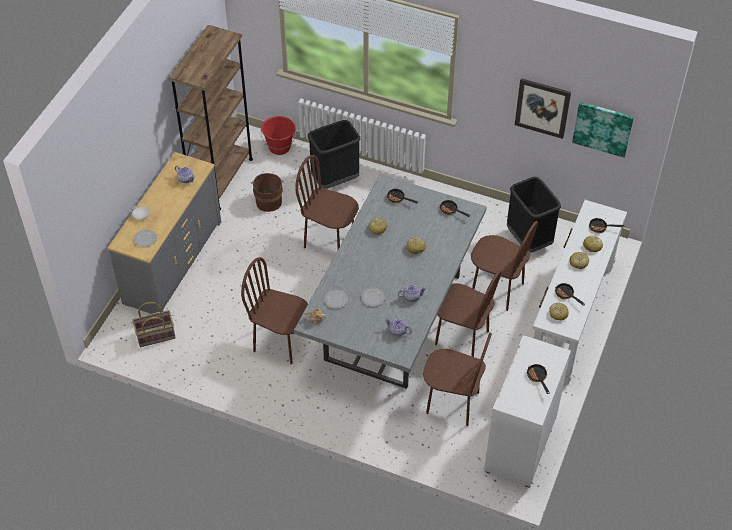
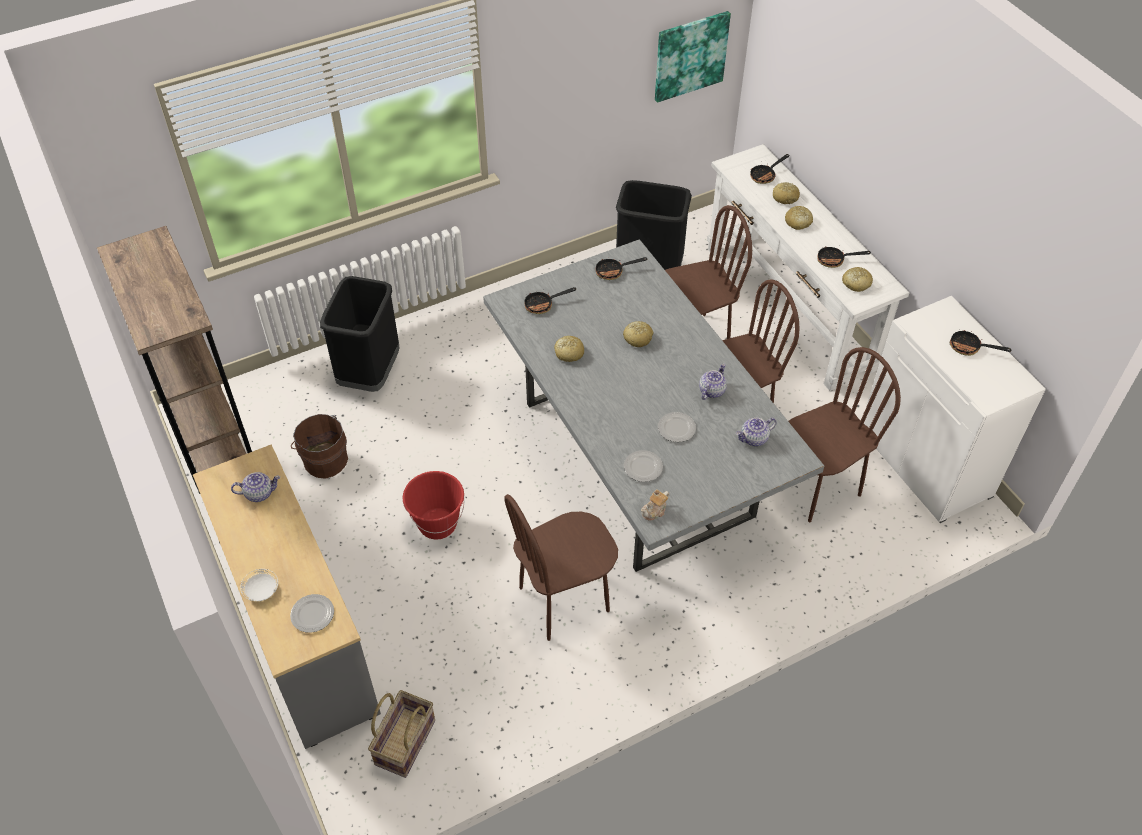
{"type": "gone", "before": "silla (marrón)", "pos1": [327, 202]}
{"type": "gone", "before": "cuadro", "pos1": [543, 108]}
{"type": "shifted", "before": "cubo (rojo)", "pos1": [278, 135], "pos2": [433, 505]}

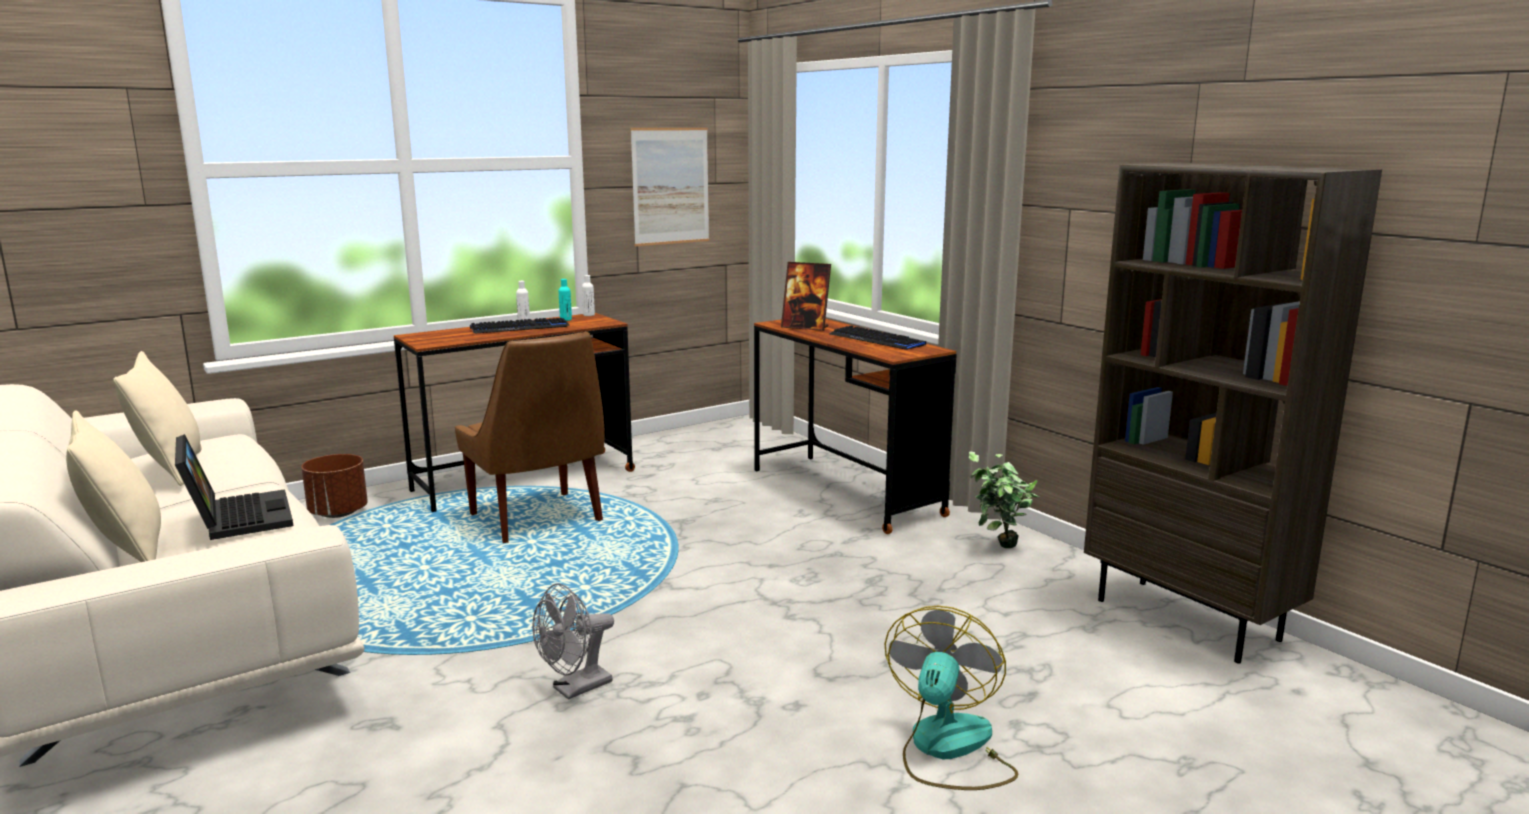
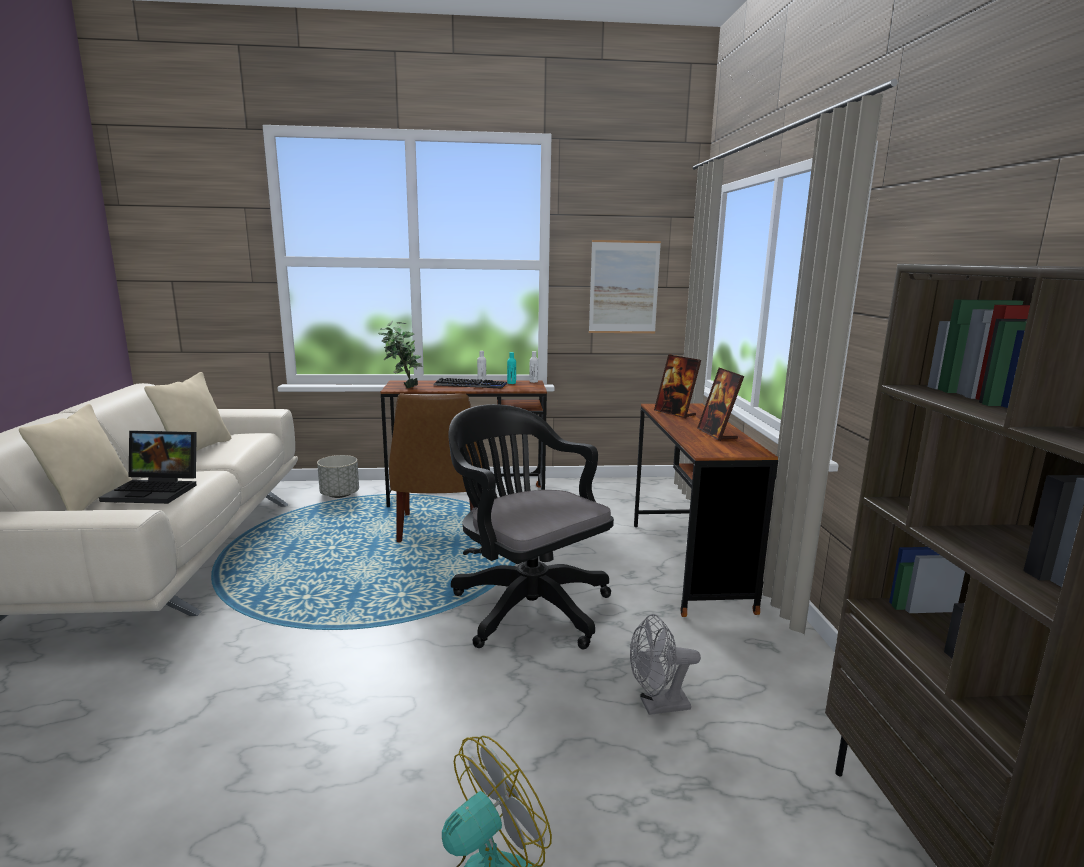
{"type": "new", "after": "silla de oficina (negro)", "pos2": [531, 527]}
{"type": "shifted", "before": "ventilador (gris)", "pos1": [573, 641], "pos2": [665, 664]}
{"type": "shifted", "before": "planta en maceta", "pos1": [1004, 499], "pos2": [400, 354]}
{"type": "swapped", "before": "teclado", "after": "portarretratos", "pos1": [877, 338], "pos2": [720, 404]}
{"type": "repainted", "before": "maceta (marrón)", "after": "maceta (gris)", "pos1": [334, 486], "pos2": [338, 476]}
{"type": "rotated", "before": "portátil", "pos1": [234, 487], "pos2": [148, 467], "turn": 90}

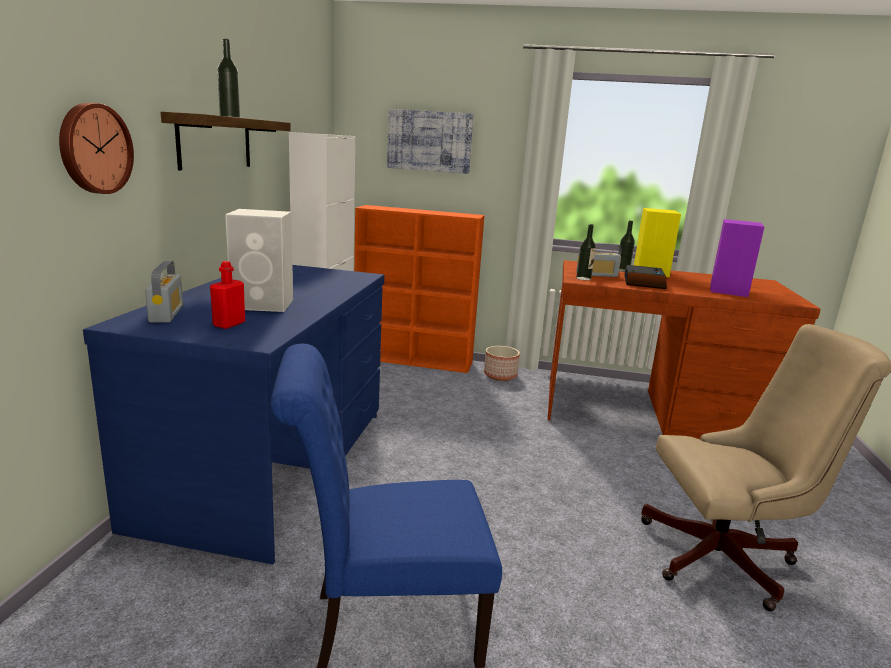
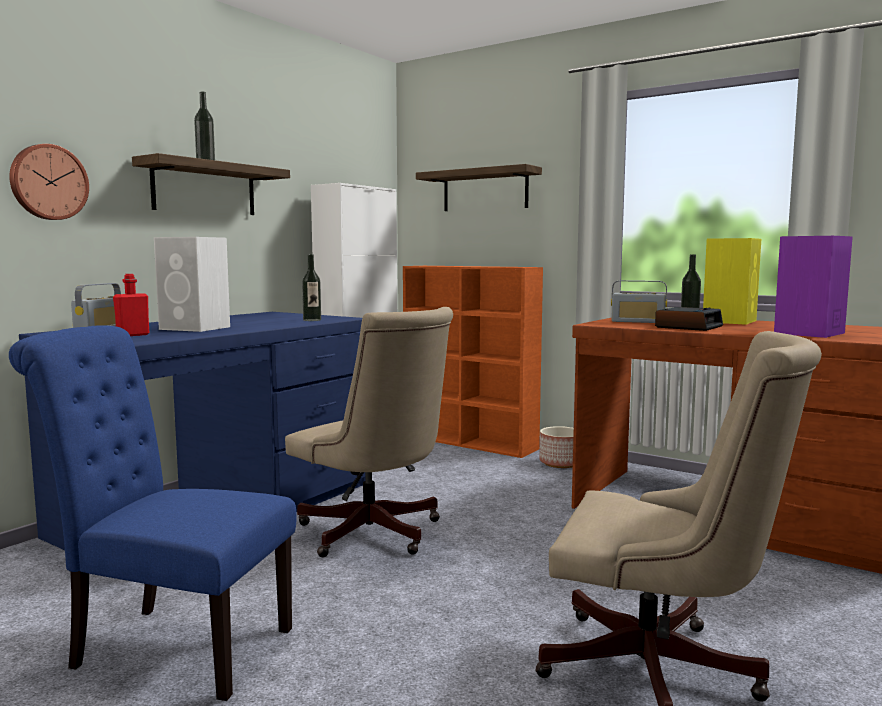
{"type": "new", "after": "silla de oficina (beis)", "pos2": [369, 432]}
{"type": "shifted", "before": "botella", "pos1": [586, 252], "pos2": [311, 287]}
{"type": "swapped", "before": "cuadro", "after": "estante", "pos1": [430, 141], "pos2": [479, 187]}

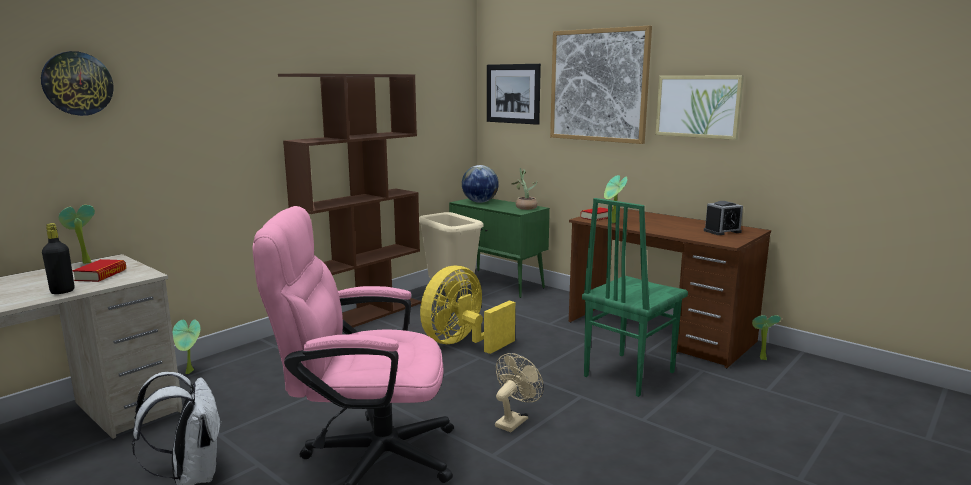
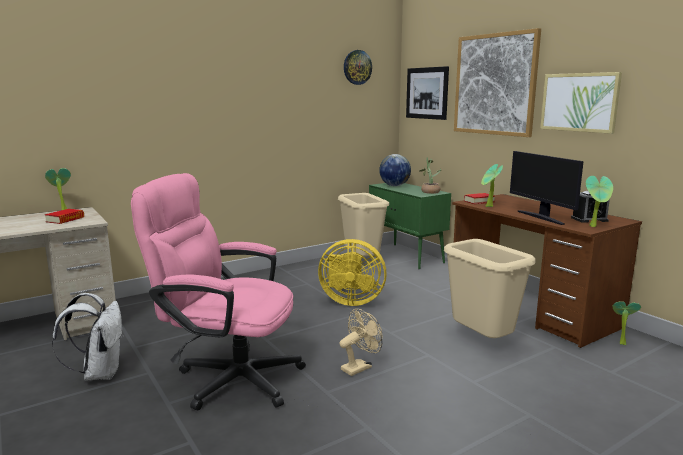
{"type": "gone", "before": "botella (negro)", "pos1": [58, 258]}
{"type": "gone", "before": "estantería (marrón)", "pos1": [349, 201]}
{"type": "new", "after": "monitor", "pos2": [547, 188]}
{"type": "shifted", "before": "reloj de pared", "pos1": [77, 83], "pos2": [358, 67]}
{"type": "shifted", "before": "planta en maceta", "pos1": [186, 346], "pos2": [599, 201]}
{"type": "swapped", "before": "silla (verde)", "after": "papelera (beis)", "pos1": [635, 297], "pos2": [490, 288]}
{"type": "rotated", "before": "ventilador (amarillo)", "pos1": [467, 310], "pos2": [352, 272], "turn": -135}

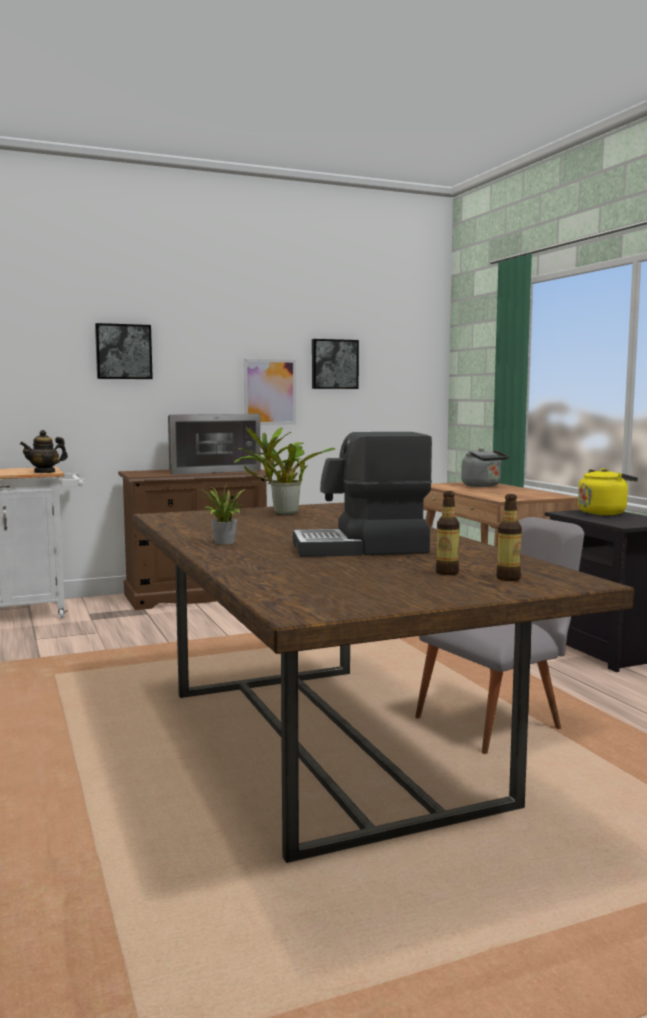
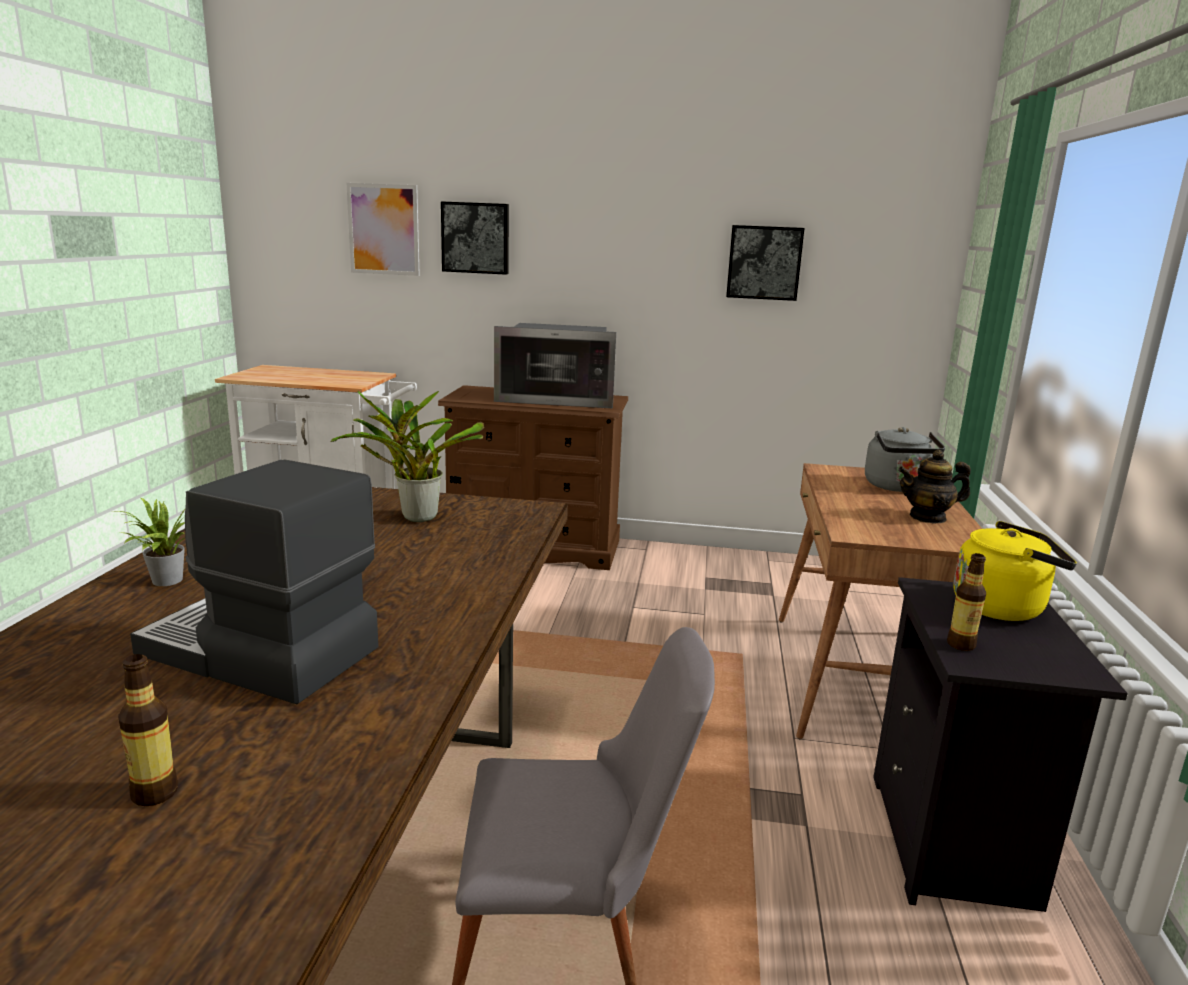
{"type": "shifted", "before": "tetera", "pos1": [44, 451], "pos2": [934, 486]}
{"type": "shifted", "before": "cuadro", "pos1": [270, 392], "pos2": [383, 229]}
{"type": "shifted", "before": "botella", "pos1": [509, 537], "pos2": [966, 602]}

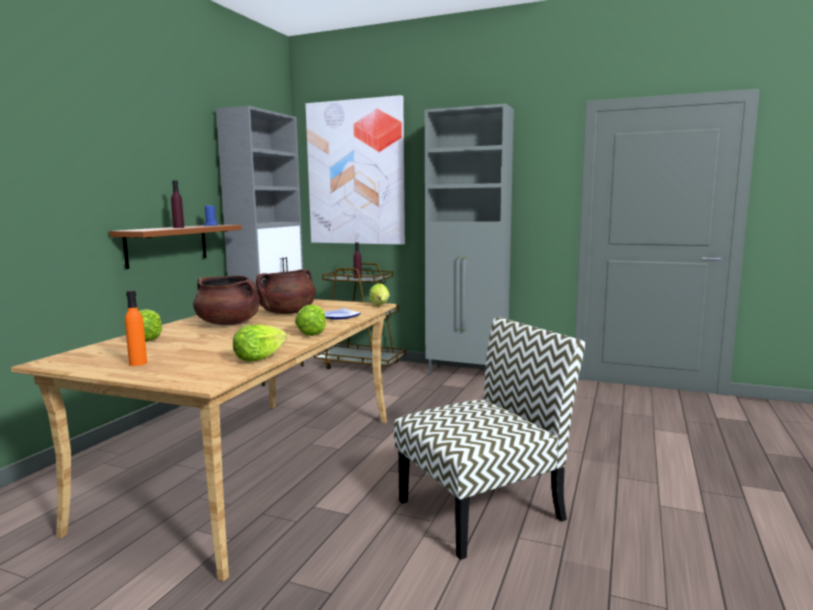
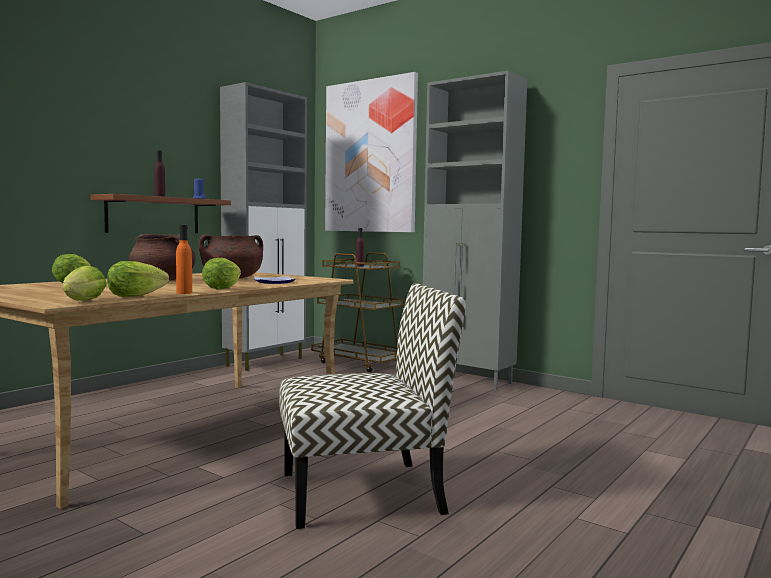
{"type": "shifted", "before": "botella (naranja)", "pos1": [136, 328], "pos2": [184, 259]}
{"type": "shifted", "before": "lechuga", "pos1": [379, 294], "pos2": [84, 283]}

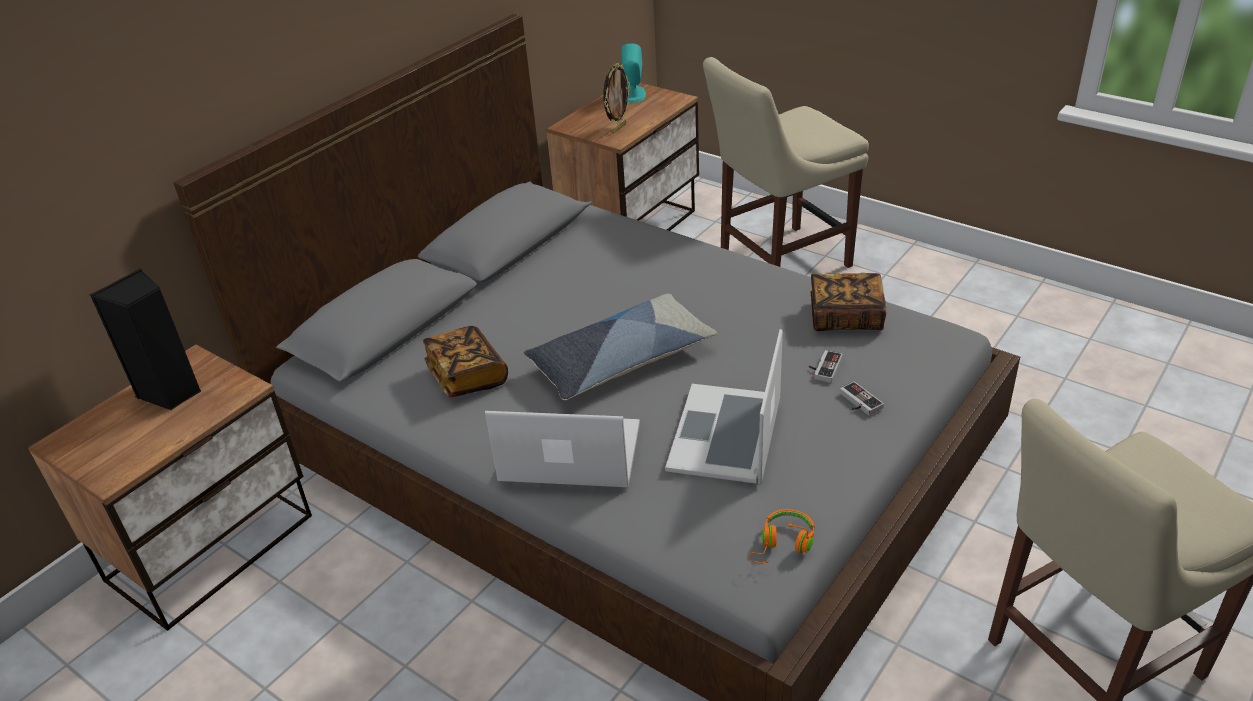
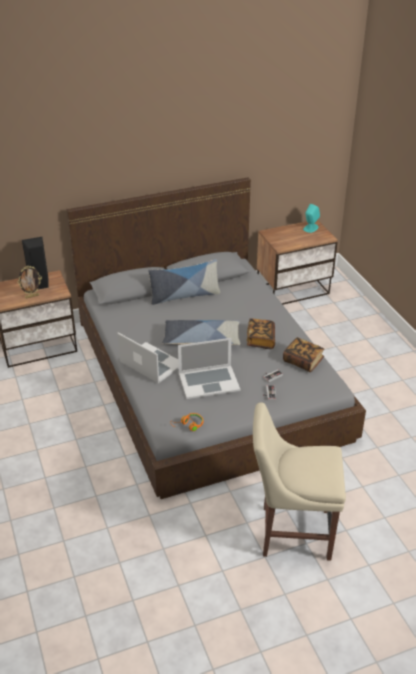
{"type": "gone", "before": "silla (beis)", "pos1": [786, 162]}
{"type": "new", "after": "cojín", "pos2": [184, 282]}
{"type": "shifted", "before": "libro", "pos1": [465, 361], "pos2": [261, 333]}
{"type": "shifted", "before": "portarretratos", "pos1": [617, 98], "pos2": [30, 282]}
{"type": "rotated", "before": "portátil", "pos1": [724, 406], "pos2": [209, 368], "turn": -150}

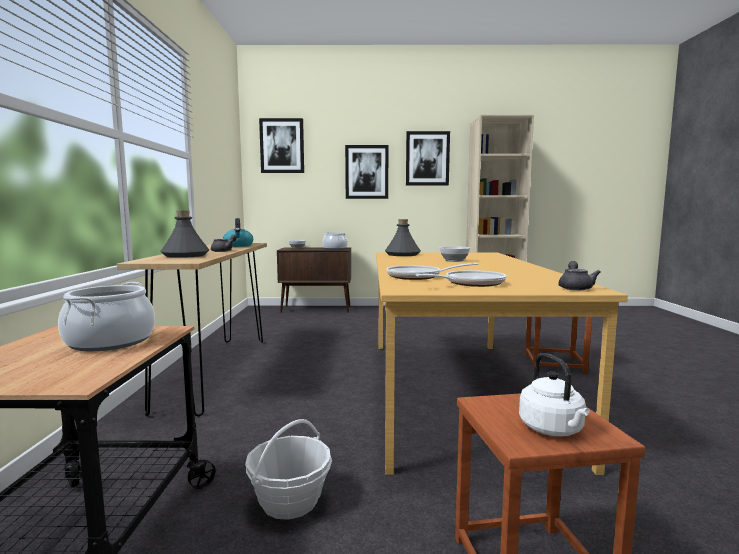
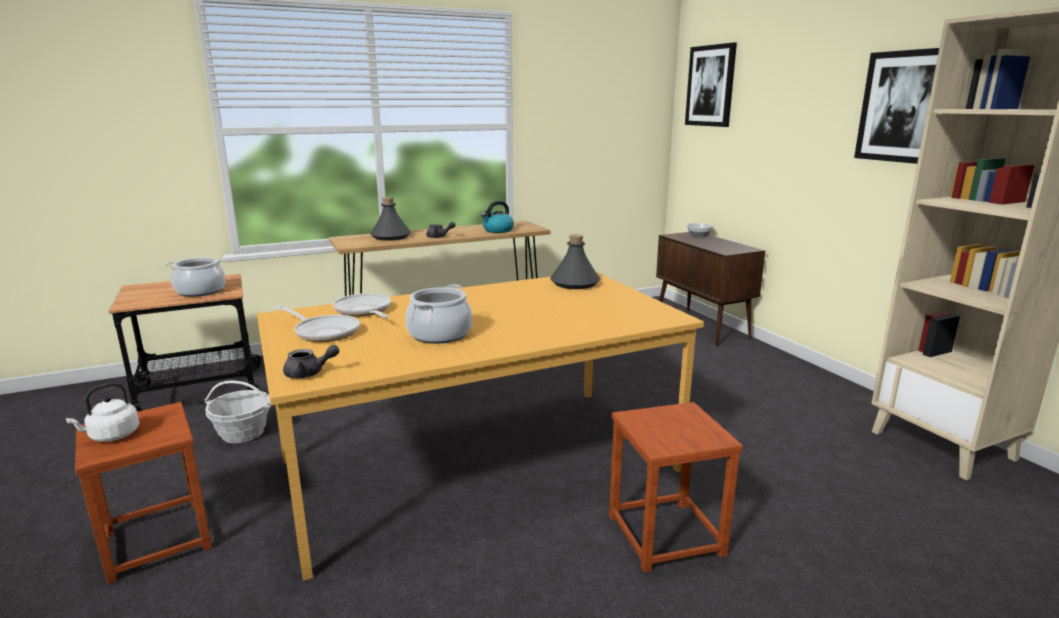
{"type": "gone", "before": "cuadro", "pos1": [367, 172]}
{"type": "gone", "before": "cuenco", "pos1": [455, 254]}
{"type": "shifted", "before": "olla", "pos1": [335, 241], "pos2": [438, 314]}

